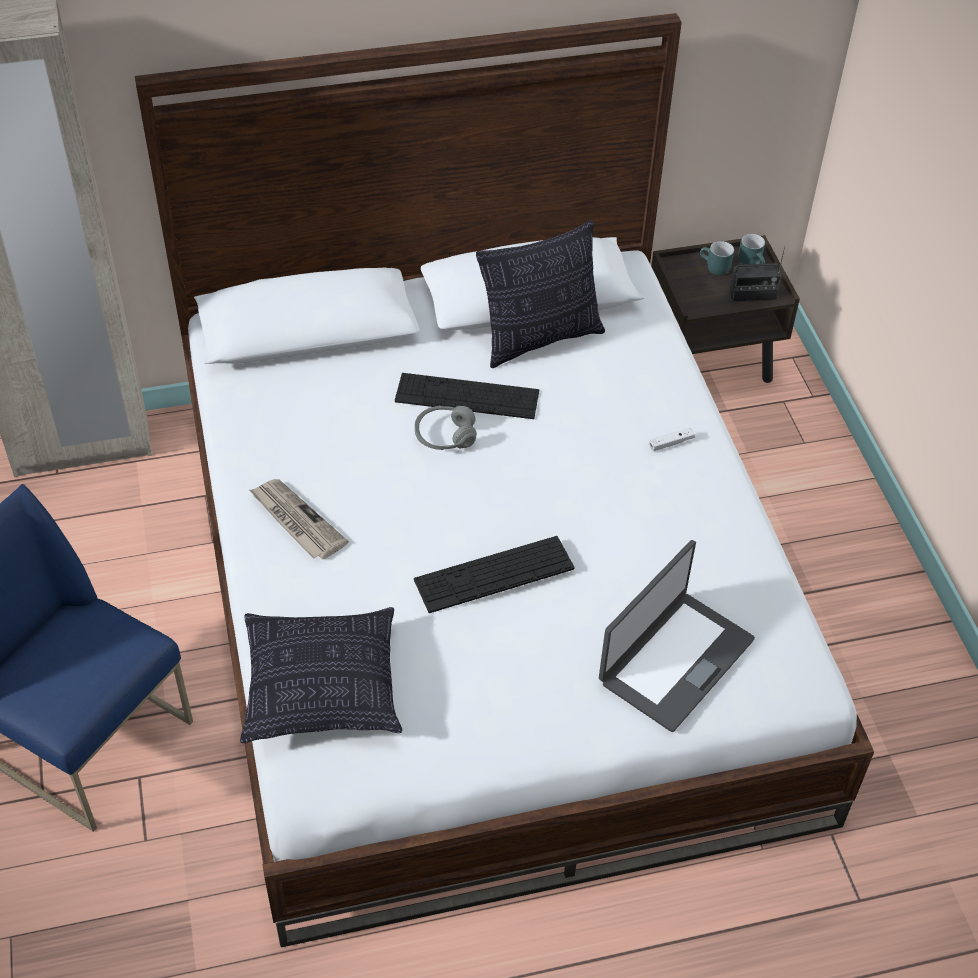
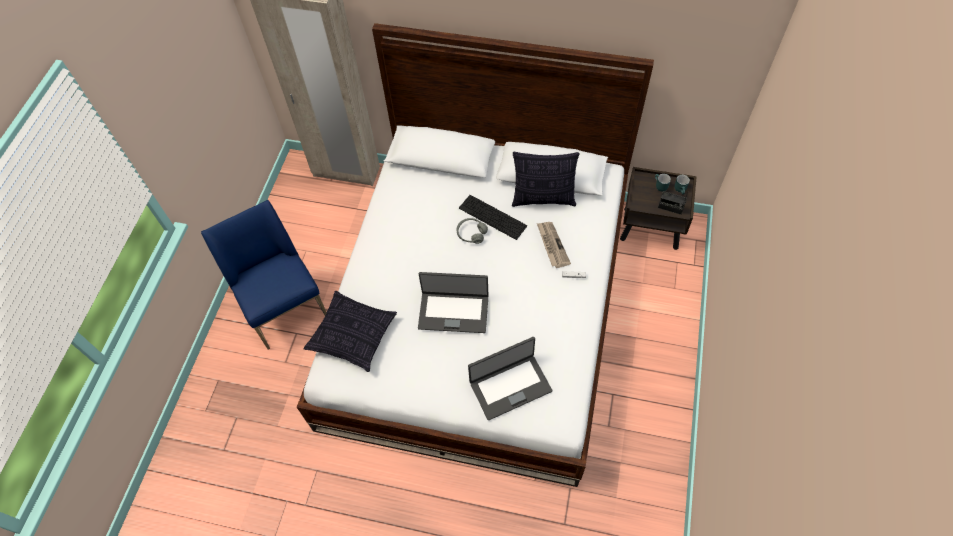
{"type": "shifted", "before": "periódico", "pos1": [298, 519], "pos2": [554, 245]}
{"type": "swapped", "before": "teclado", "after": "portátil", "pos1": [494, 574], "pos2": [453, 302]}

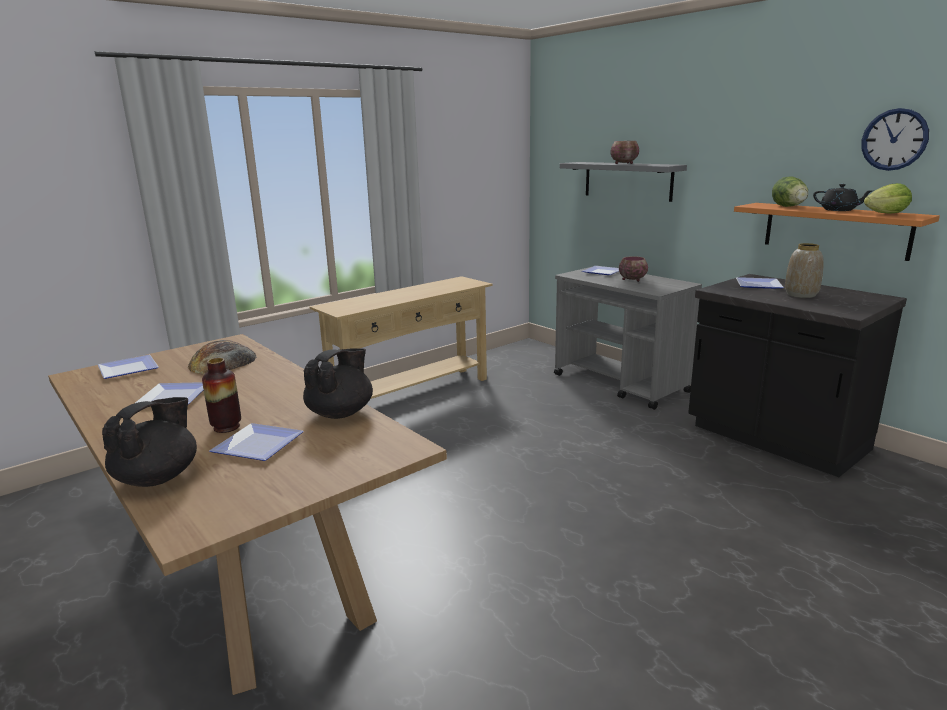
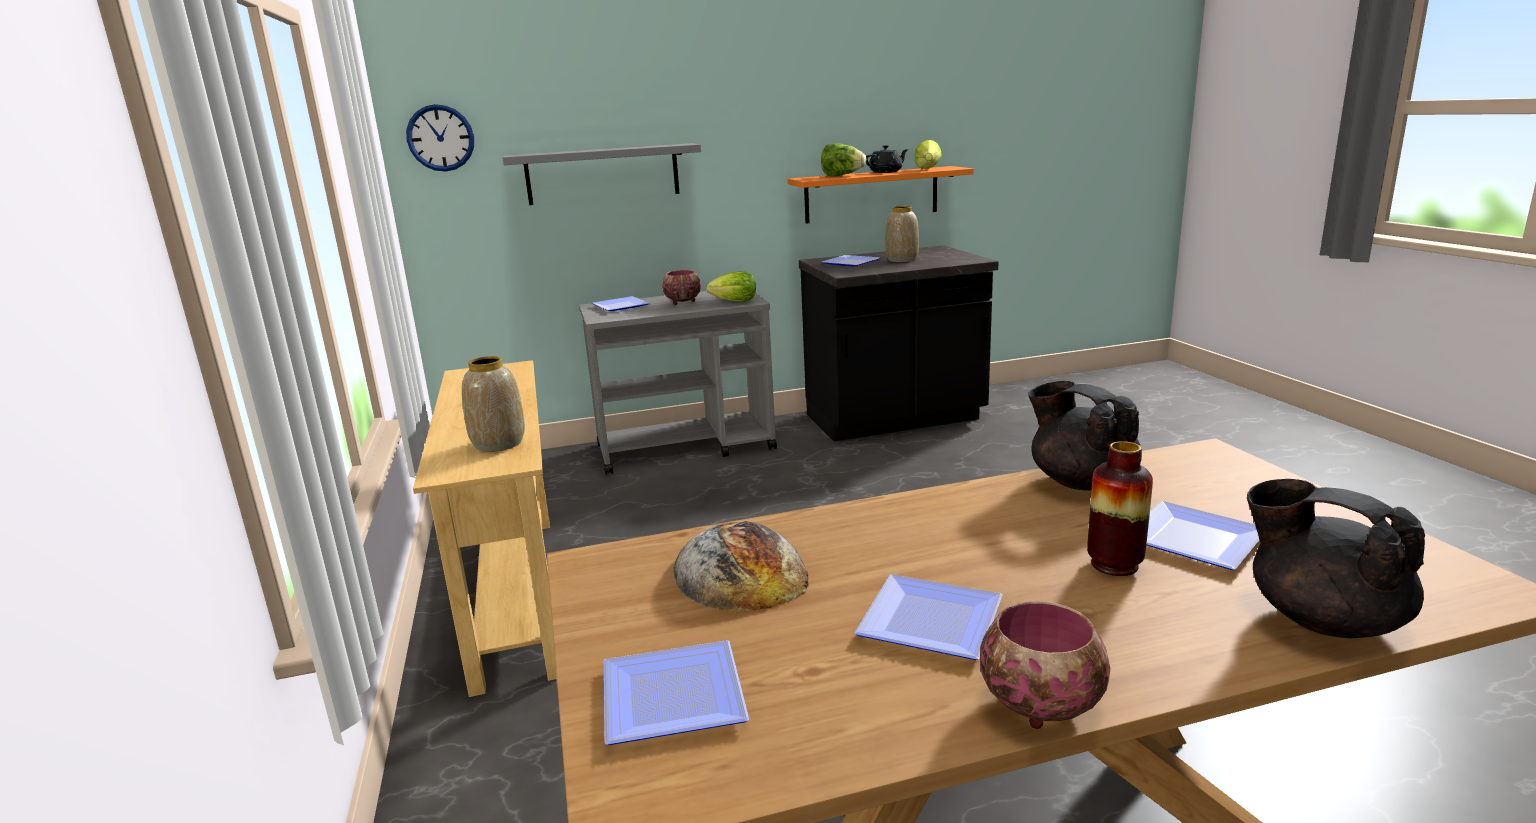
{"type": "new", "after": "florero", "pos2": [493, 404]}
{"type": "new", "after": "lechuga", "pos2": [731, 286]}
{"type": "shifted", "before": "cuenco", "pos1": [625, 152], "pos2": [1045, 665]}
{"type": "shifted", "before": "reloj de pared", "pos1": [895, 139], "pos2": [440, 138]}

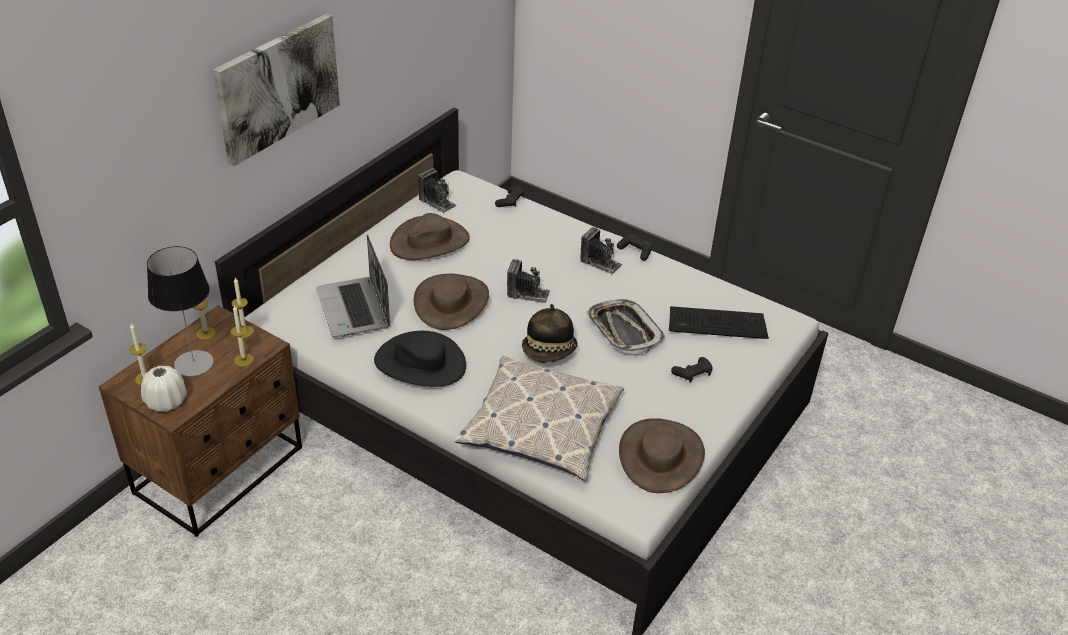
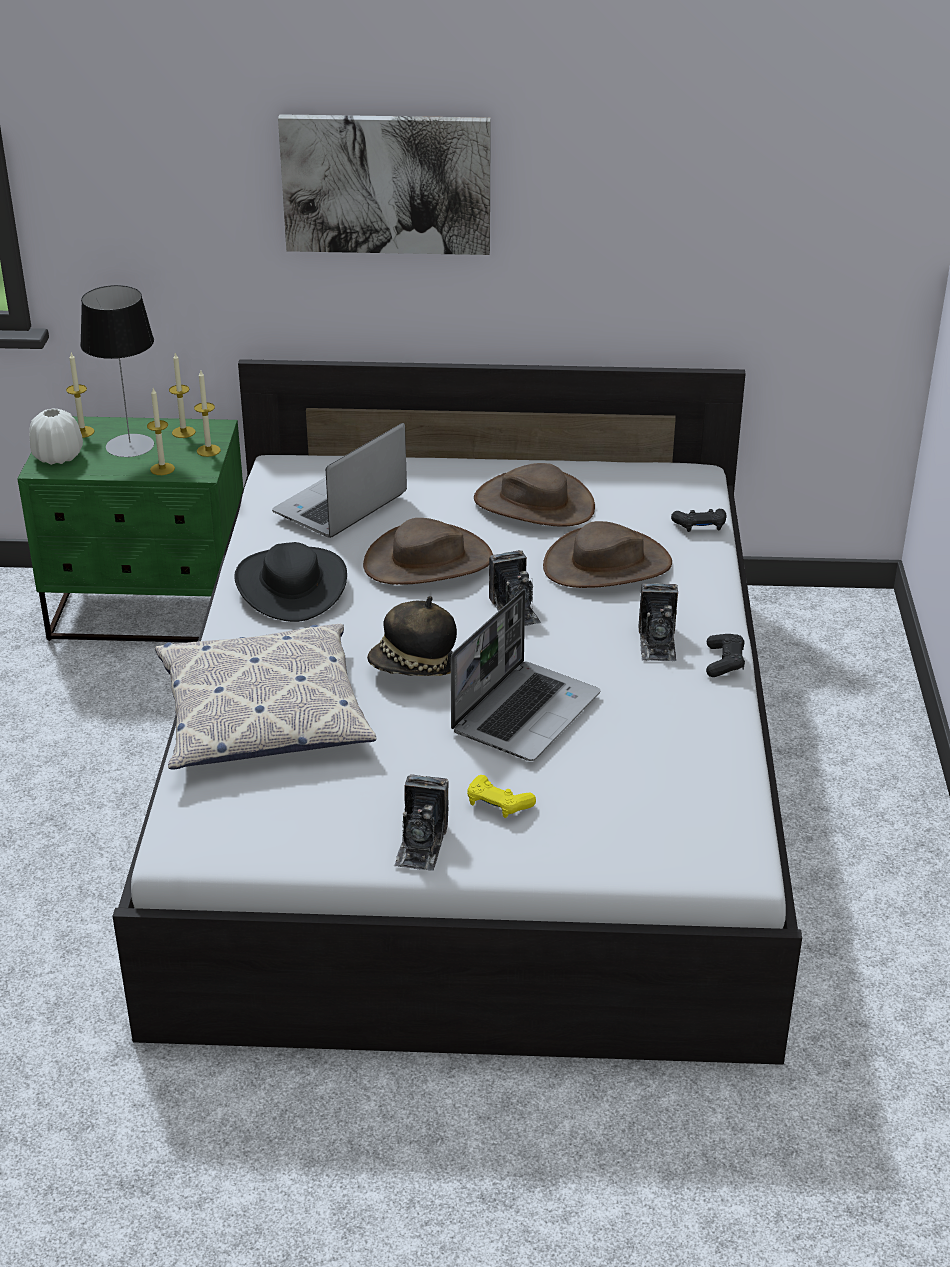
{"type": "gone", "before": "teclado", "pos1": [719, 322]}
{"type": "shifted", "before": "cámara", "pos1": [437, 190], "pos2": [421, 822]}
{"type": "shifted", "before": "sombrero (marrón)", "pos1": [662, 455], "pos2": [607, 554]}
{"type": "swapped", "before": "bandeja", "after": "portátil", "pos1": [625, 326], "pos2": [525, 675]}
{"type": "repainted", "before": "mesita de noche (marrón)", "after": "mesita de noche (verde)", "pos1": [200, 421], "pos2": [130, 529]}
{"type": "repainted", "before": "mando de consola (negro)", "after": "mando de consola (amarillo)", "pos1": [692, 369], "pos2": [501, 796]}

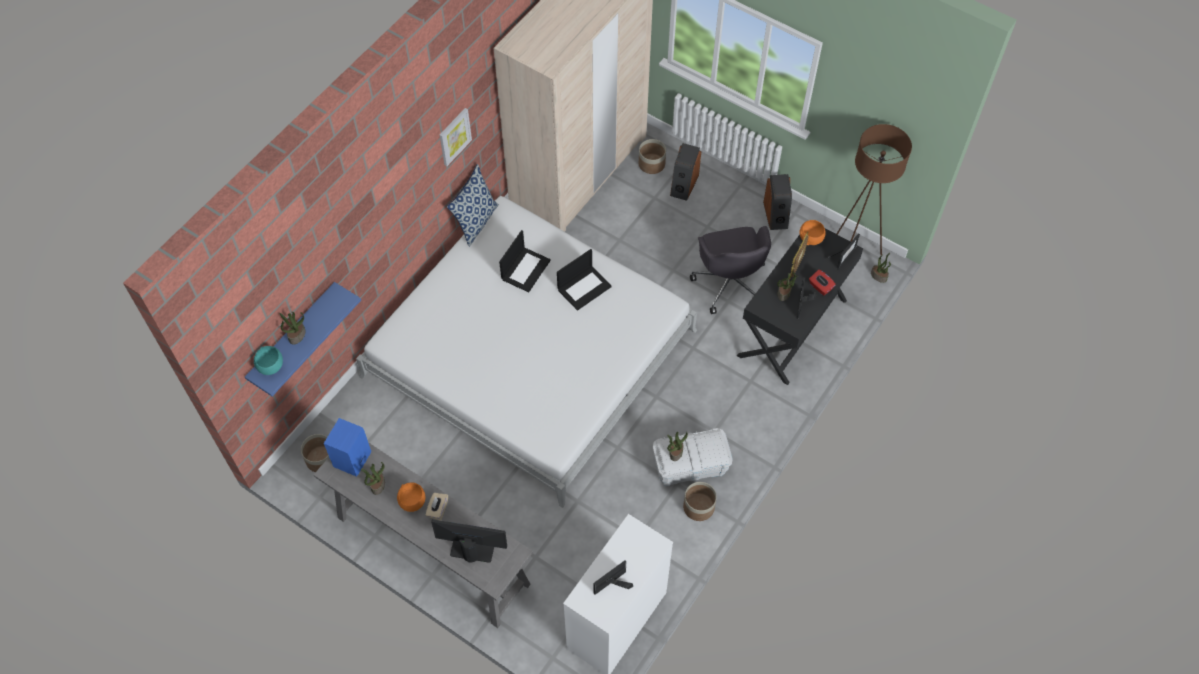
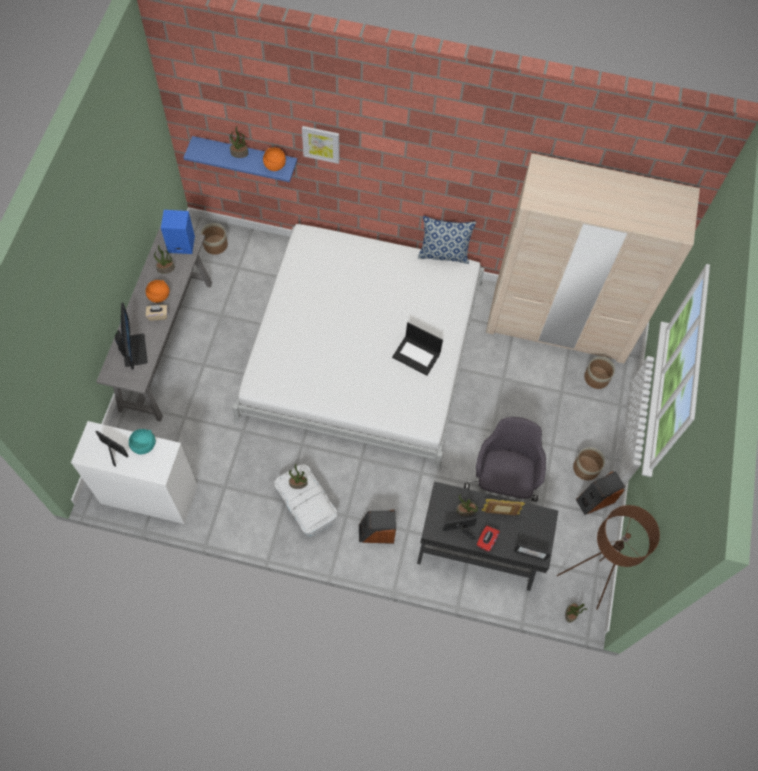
{"type": "gone", "before": "portátil", "pos1": [525, 261]}
{"type": "shifted", "before": "cuenco (turquesa)", "pos1": [268, 360], "pos2": [142, 441]}
{"type": "shifted", "before": "cuadro", "pos1": [455, 137], "pos2": [321, 145]}
{"type": "shifted", "before": "altavoz", "pos1": [685, 172], "pos2": [377, 527]}
{"type": "shifted", "before": "maceta", "pos1": [700, 501], "pos2": [589, 463]}
{"type": "shifted", "before": "cuenco (naranja)", "pos1": [813, 232], "pos2": [274, 159]}
{"type": "rotated", "before": "silla de oficina (gris)", "pos1": [730, 270], "pos2": [505, 459], "turn": 135}

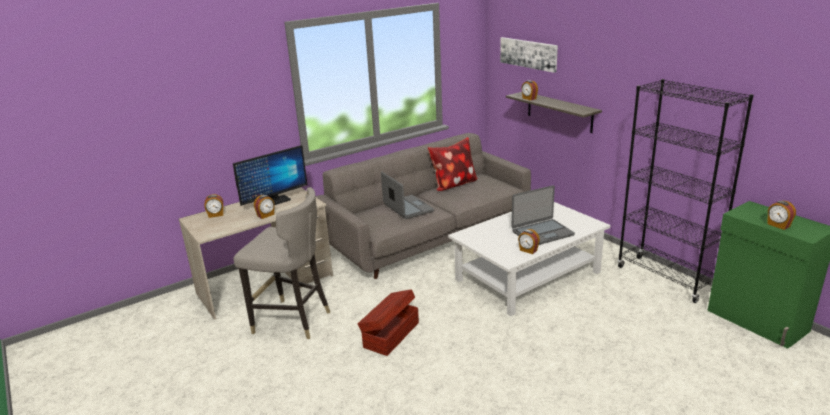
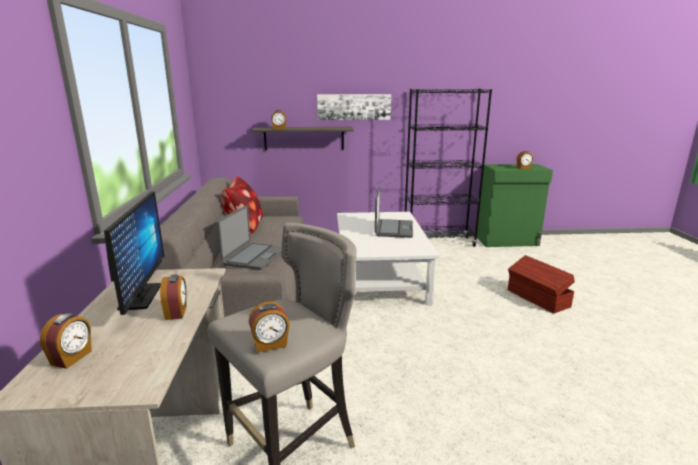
{"type": "shifted", "before": "caja de almacenaje (marrón)", "pos1": [388, 322], "pos2": [541, 284]}
{"type": "shifted", "before": "cuadro", "pos1": [529, 55], "pos2": [354, 107]}
{"type": "shifted", "before": "despertador", "pos1": [529, 241], "pos2": [269, 327]}
{"type": "rotated", "before": "portátil", "pos1": [407, 195], "pos2": [249, 237], "turn": 105}

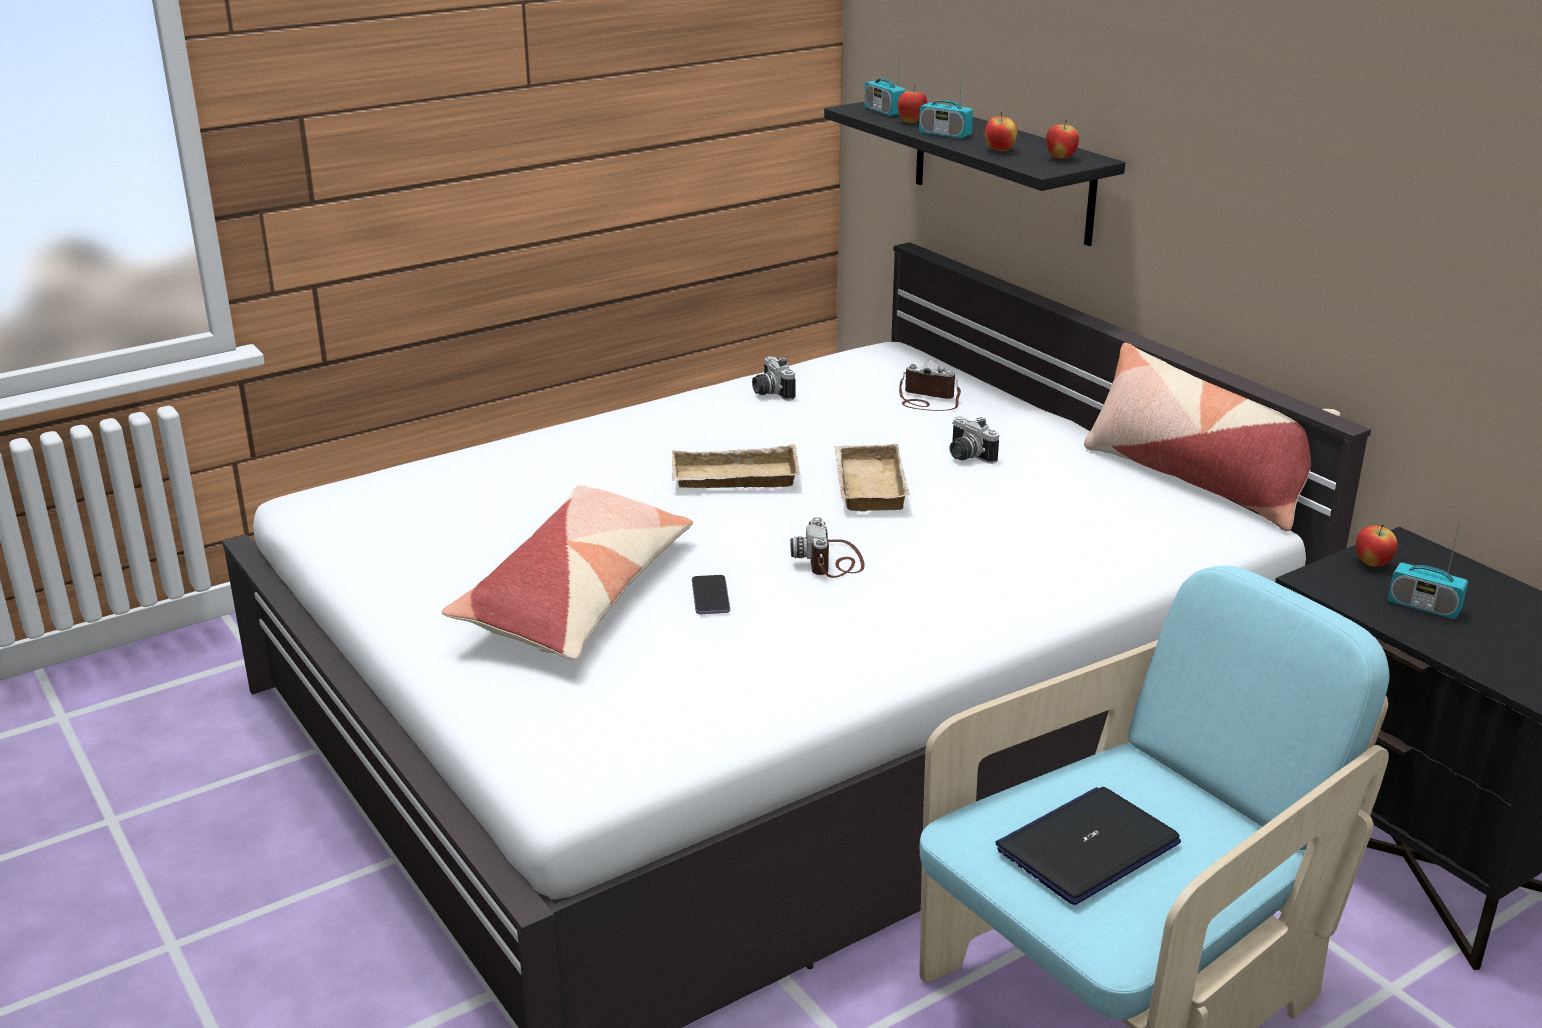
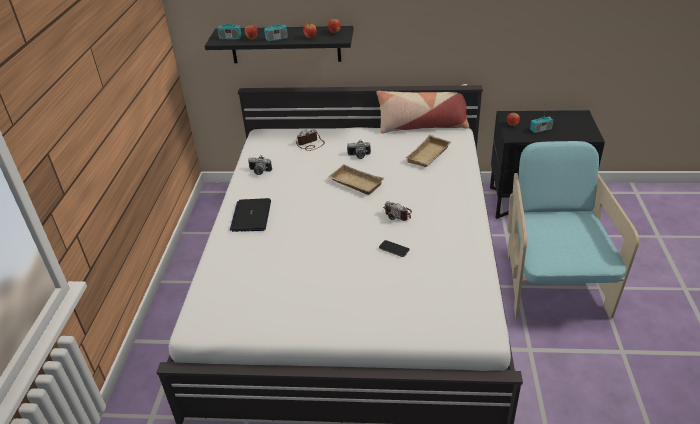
{"type": "gone", "before": "cojín", "pos1": [567, 572]}
{"type": "shifted", "before": "bandeja (beis)", "pos1": [736, 466], "pos2": [428, 151]}
{"type": "shifted", "before": "portátil", "pos1": [1088, 846], "pos2": [250, 215]}

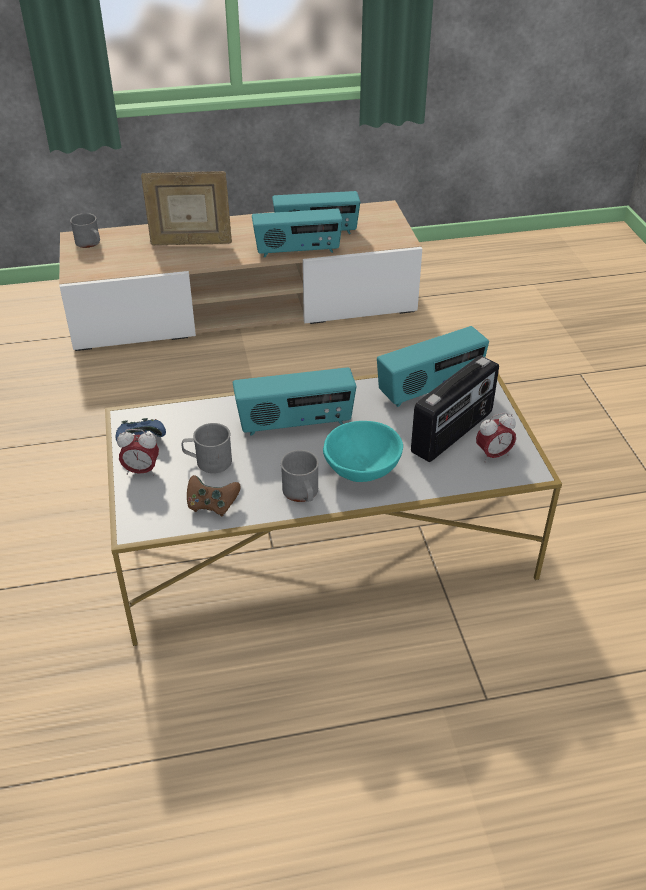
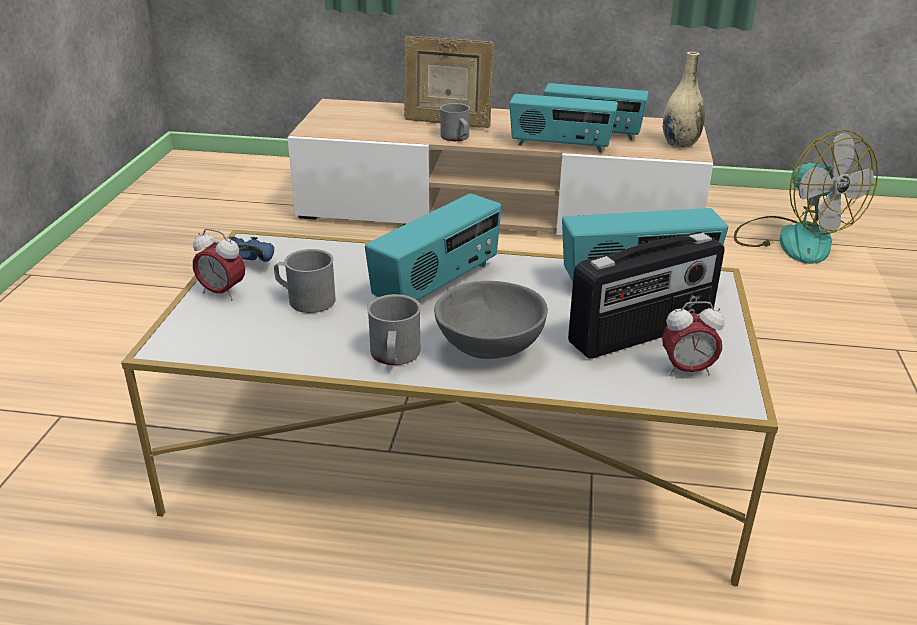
{"type": "gone", "before": "mando de consola (marrón)", "pos1": [214, 495]}
{"type": "new", "after": "florero (beis)", "pos2": [684, 99]}
{"type": "new", "after": "ventilador", "pos2": [806, 197]}
{"type": "shifted", "before": "taza grande (gris)", "pos1": [85, 230], "pos2": [455, 122]}
{"type": "repainted", "before": "cuenco (turquesa)", "after": "cuenco (gris)", "pos1": [363, 451], "pos2": [491, 320]}
{"type": "rotated", "before": "radio", "pos1": [294, 401], "pos2": [433, 247], "turn": -60}

